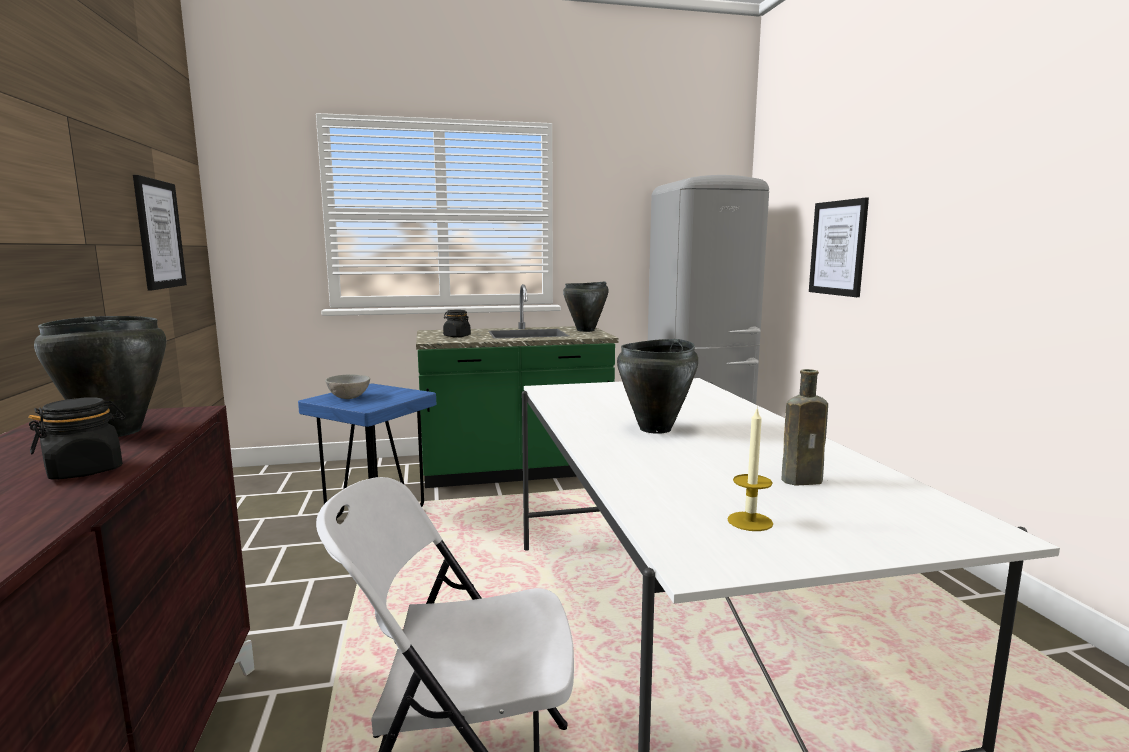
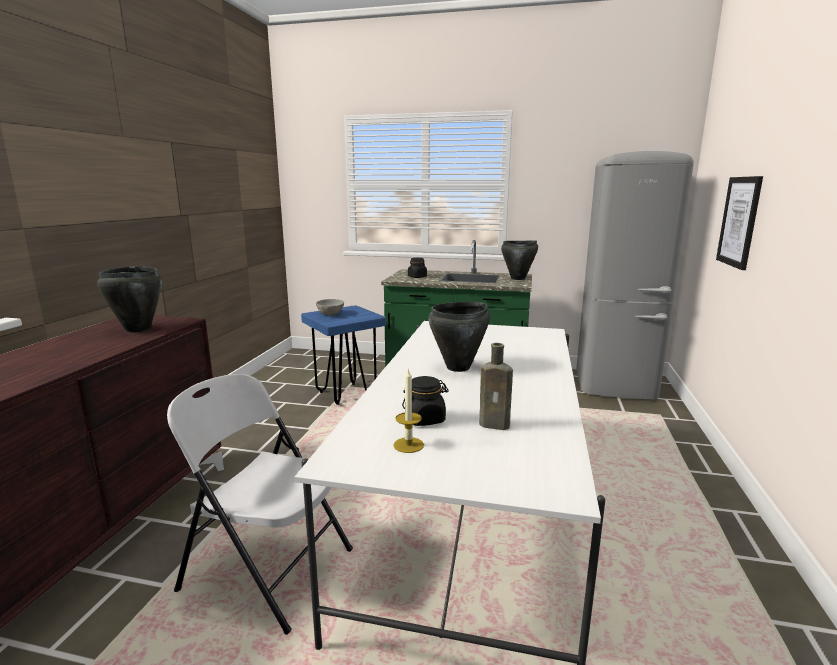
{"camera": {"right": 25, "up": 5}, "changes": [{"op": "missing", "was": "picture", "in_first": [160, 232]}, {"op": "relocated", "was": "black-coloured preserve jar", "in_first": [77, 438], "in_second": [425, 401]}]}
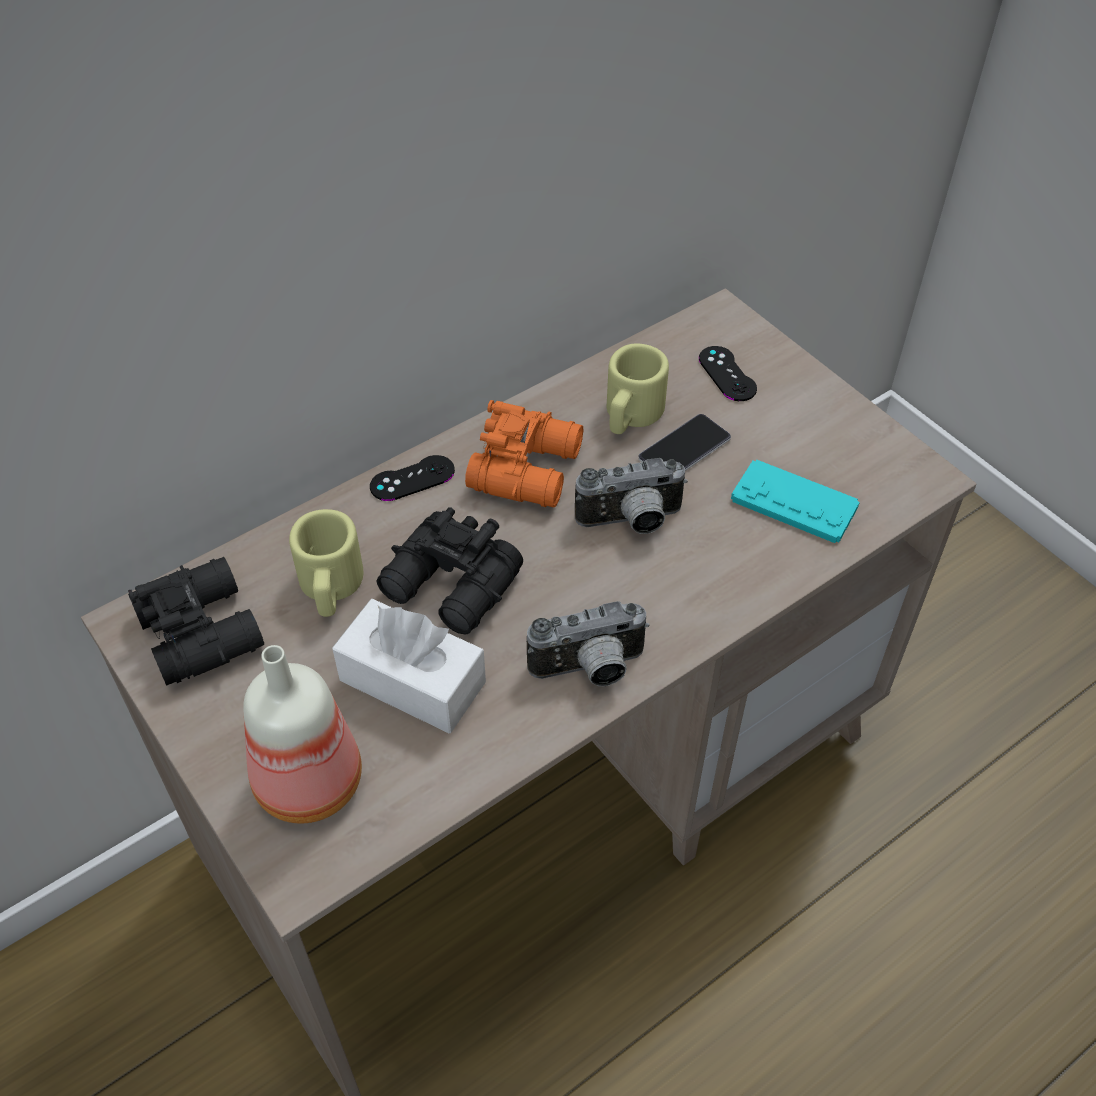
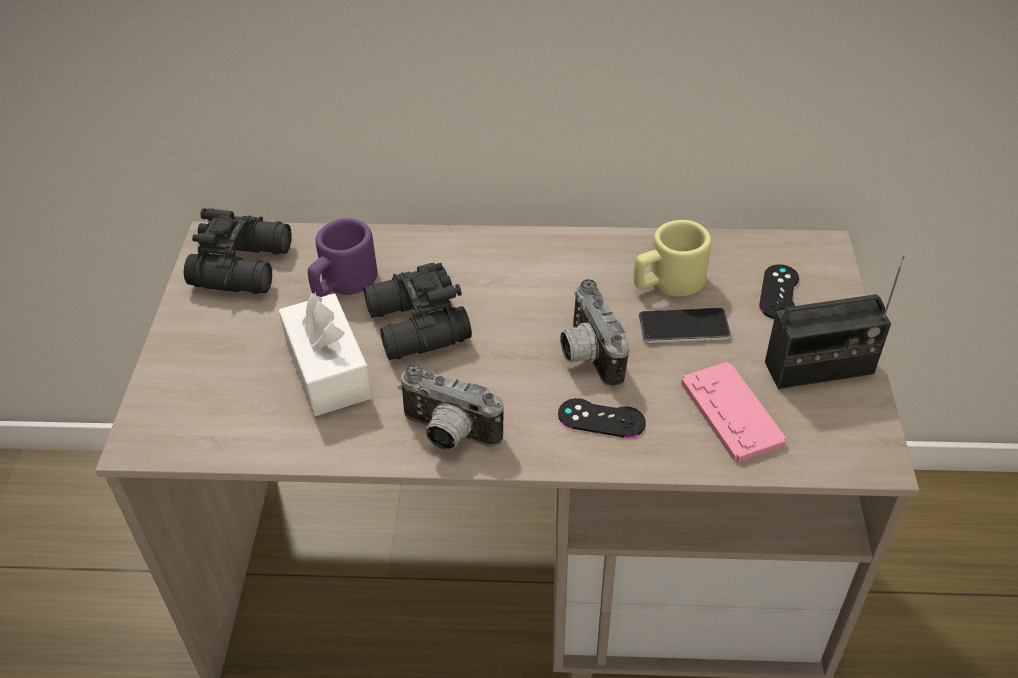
{"camera": {"right": 40, "up": -5}, "changes": [{"op": "missing", "was": "orange pair of binoculars", "in_first": [524, 453]}, {"op": "relocated", "was": "black-coloured joypad", "in_first": [412, 478], "in_second": [602, 418]}, {"op": "spun", "was": "photo camera", "in_first": [631, 496], "in_second": [594, 333], "clockwise": 45}, {"op": "colour", "was": "turquoise joypad", "now": "pink-coloured joypad", "in_first": [795, 501], "in_second": [733, 412]}, {"op": "colour", "was": "beige coffee mug", "now": "purple-coloured coffee mug", "in_first": [326, 563], "in_second": [343, 257]}, {"op": "missing", "was": "bottle", "in_first": [302, 734]}, {"op": "appeared", "now": "radio set", "in_second": [835, 322]}]}
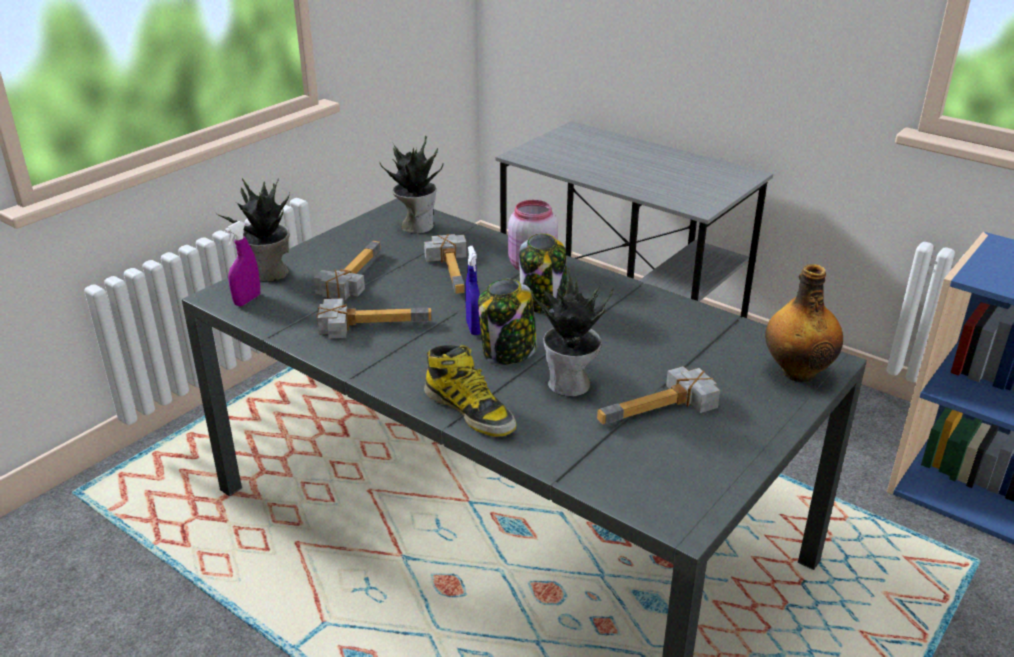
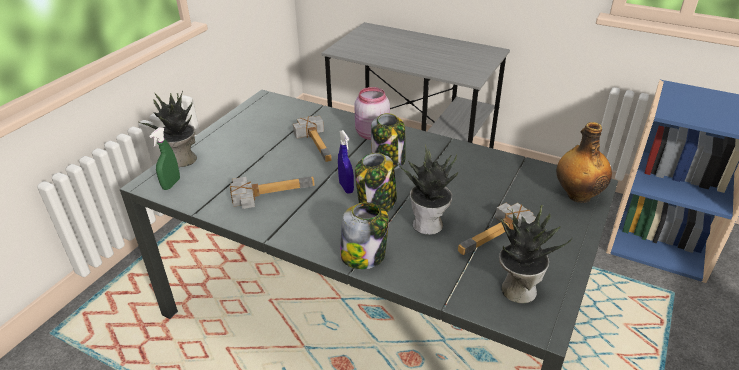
{"camera": {"right": -10, "up": 5}, "changes": [{"op": "relocated", "was": "plant in a pot", "in_first": [412, 185], "in_second": [535, 254]}, {"op": "colour", "was": "purple-coloured sprayer", "now": "green sprayer", "in_first": [242, 263], "in_second": [164, 158]}, {"op": "missing", "was": "hammer", "in_first": [347, 271]}, {"op": "exchanged", "was": "tall boot", "now": "preserve jar", "in_first": [470, 391], "in_second": [364, 235]}]}
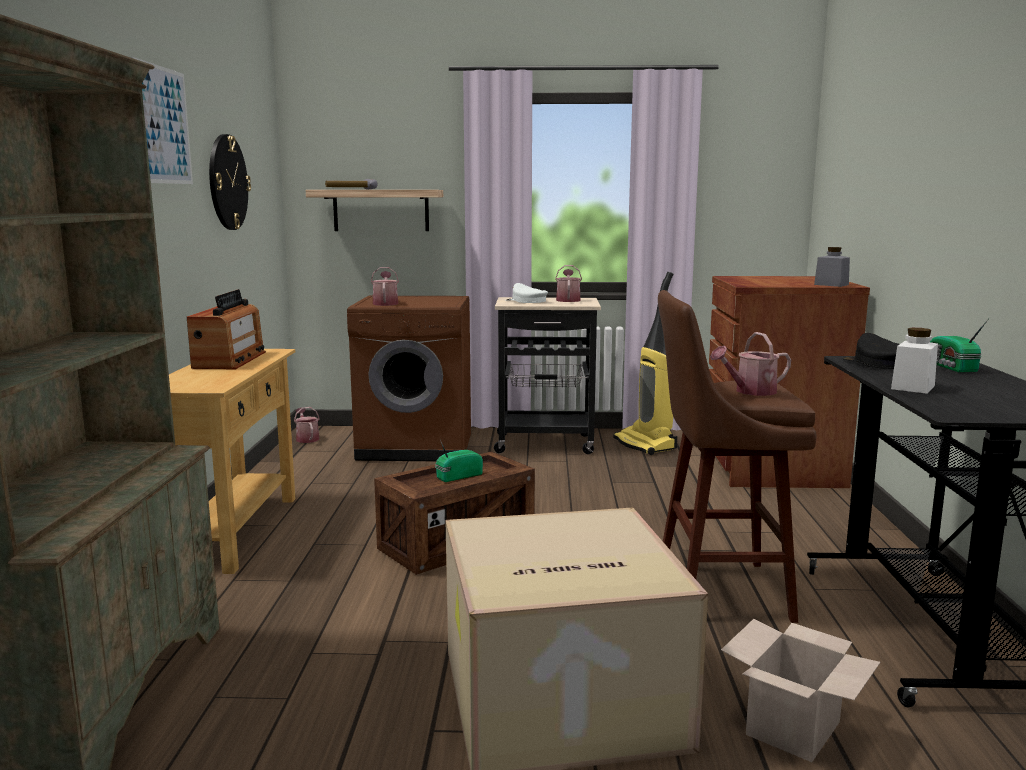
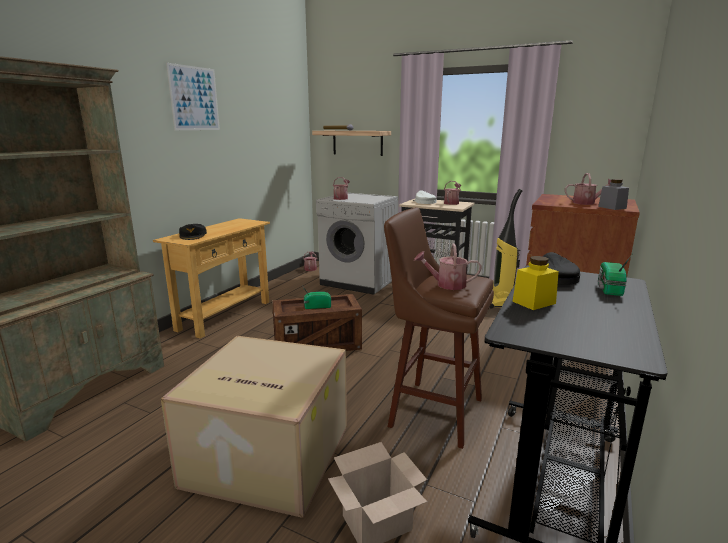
{"camera": {"right": 25, "up": 5}, "changes": [{"op": "missing", "was": "wall clock", "in_first": [230, 182]}, {"op": "missing", "was": "radio set", "in_first": [226, 329]}, {"op": "colour", "was": "brownish laundry appliance", "now": "whitish laundry appliance", "in_first": [409, 378], "in_second": [357, 244]}, {"op": "colour", "was": "whitish preserve jar", "now": "yellowish preserve jar", "in_first": [914, 361], "in_second": [535, 283]}, {"op": "appeared", "now": "watering can", "in_second": [588, 189]}, {"op": "appeared", "now": "black-coloured cap", "in_second": [193, 232]}]}
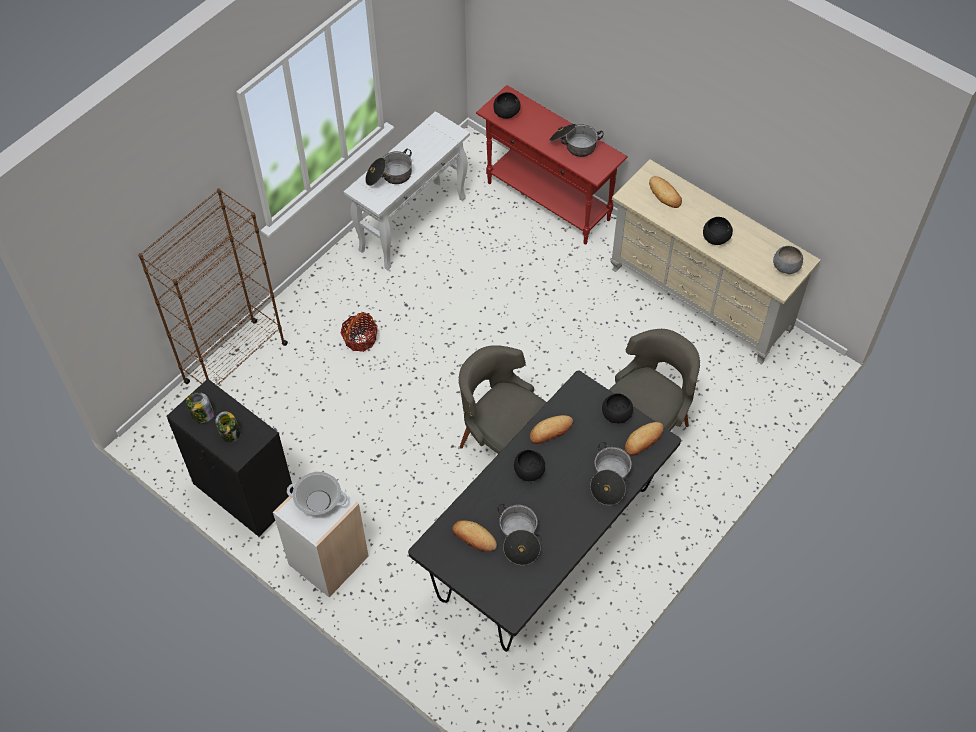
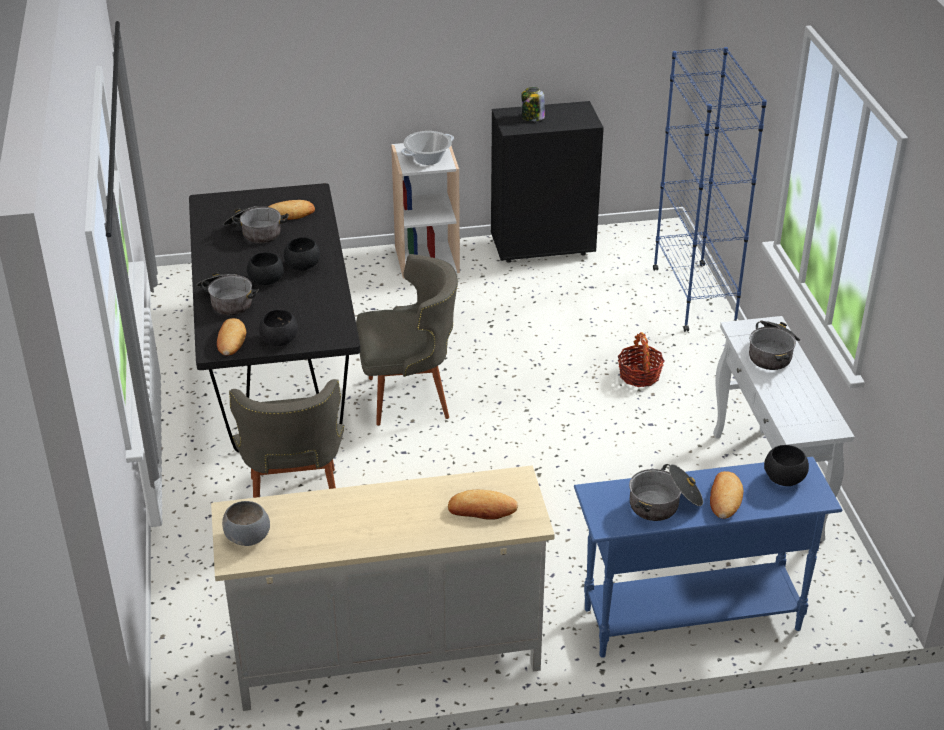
{"camera": {"right": 130, "up": -20}, "changes": [{"op": "colour", "was": "reddish console table", "now": "blue console table", "in_first": [552, 164], "in_second": [708, 557]}, {"op": "colour", "was": "brownish bookshelf", "now": "blue bookshelf", "in_first": [213, 287], "in_second": [710, 189]}, {"op": "relocated", "was": "black-coloured deep dish", "in_first": [718, 231], "in_second": [265, 268]}, {"op": "missing", "was": "preserve jar", "in_first": [200, 407]}, {"op": "relocated", "was": "bread", "in_first": [551, 429], "in_second": [726, 495]}]}
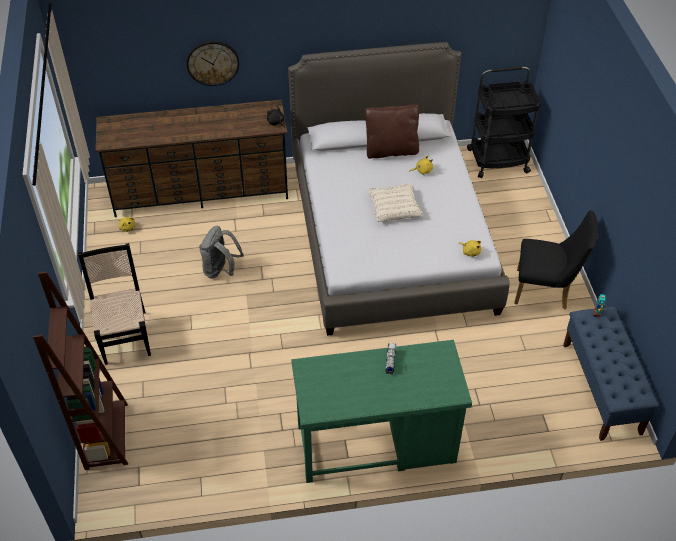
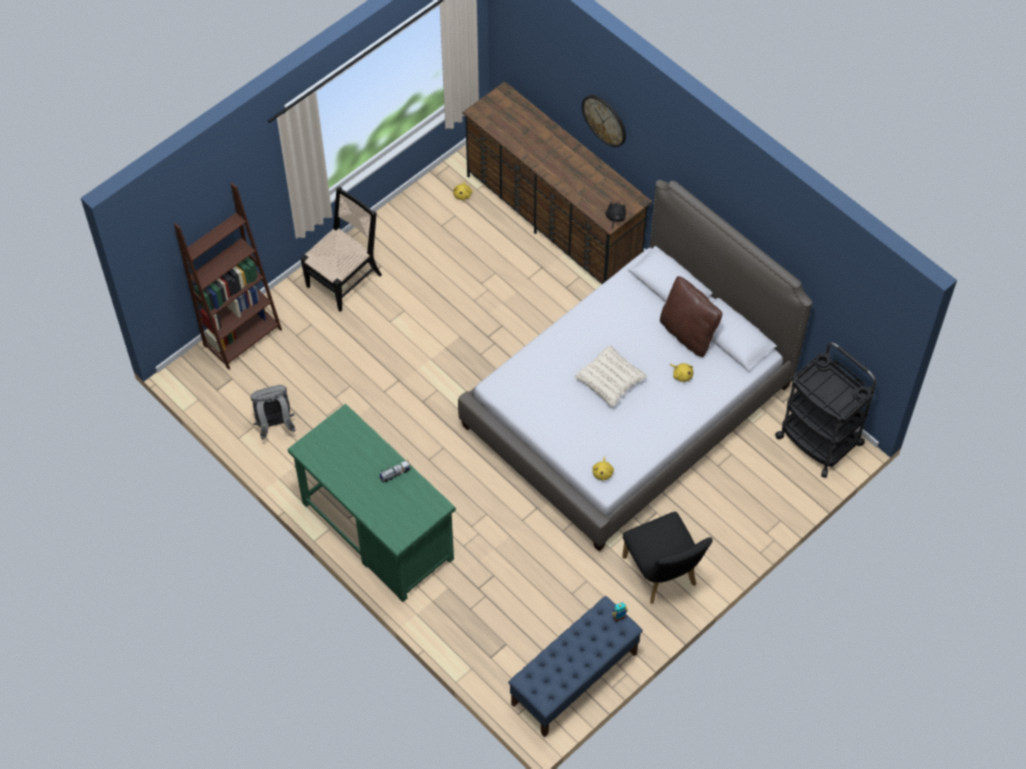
{"camera": {"right": 55, "up": 10}, "changes": [{"op": "relocated", "was": "grey knapsack", "in_first": [221, 252], "in_second": [273, 412]}]}
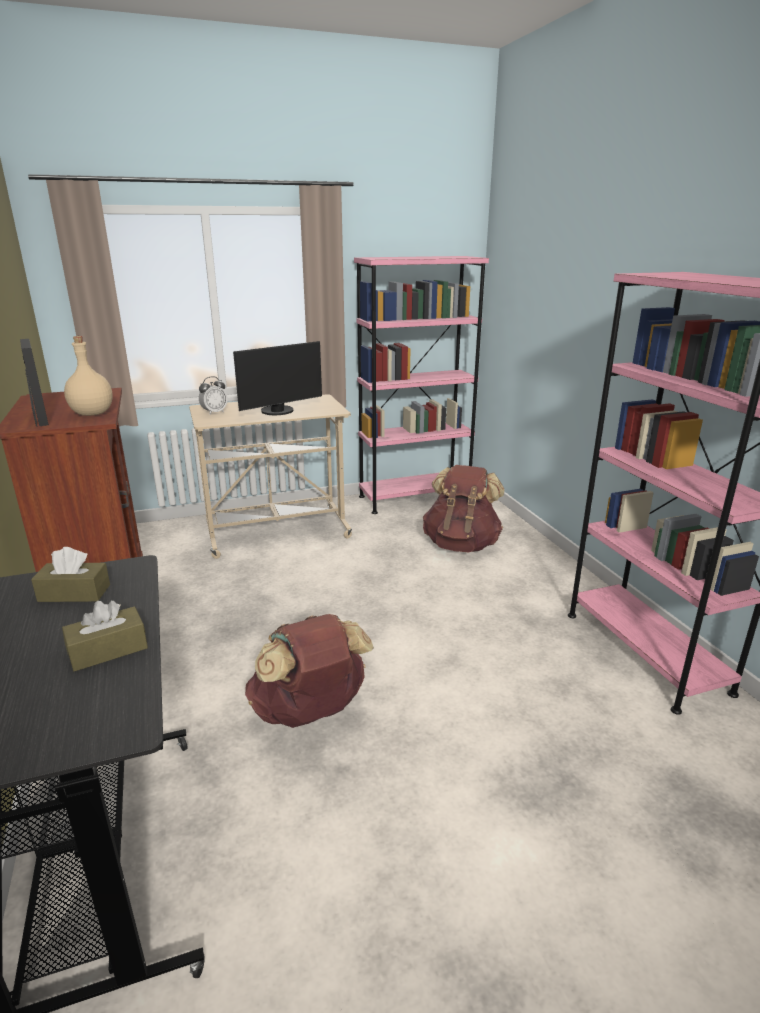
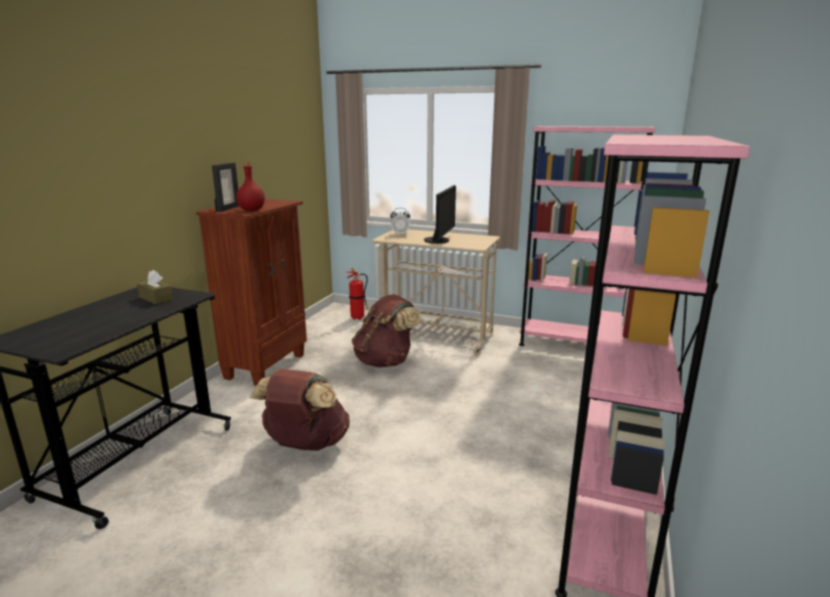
{"camera": {"right": 40, "up": -5}, "changes": [{"op": "colour", "was": "beige bottle", "now": "reddish bottle", "in_first": [88, 376], "in_second": [250, 186]}, {"op": "spun", "was": "monitor", "in_first": [277, 378], "in_second": [440, 214], "clockwise": -75}, {"op": "relocated", "was": "brownish knapsack", "in_first": [463, 508], "in_second": [386, 331]}, {"op": "missing", "was": "brownish box of tissues", "in_first": [105, 636]}, {"op": "appeared", "now": "fire extinguisher", "in_second": [358, 293]}]}
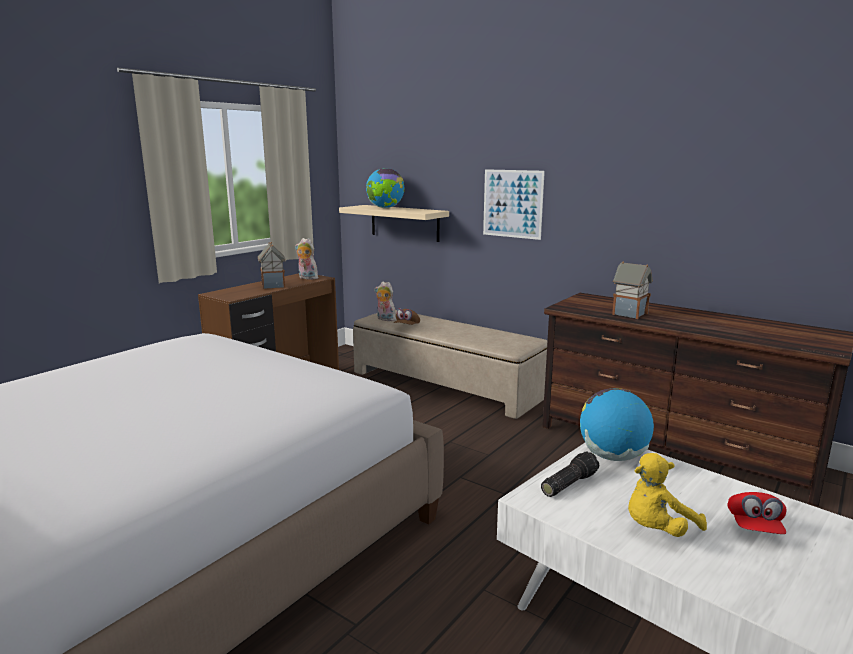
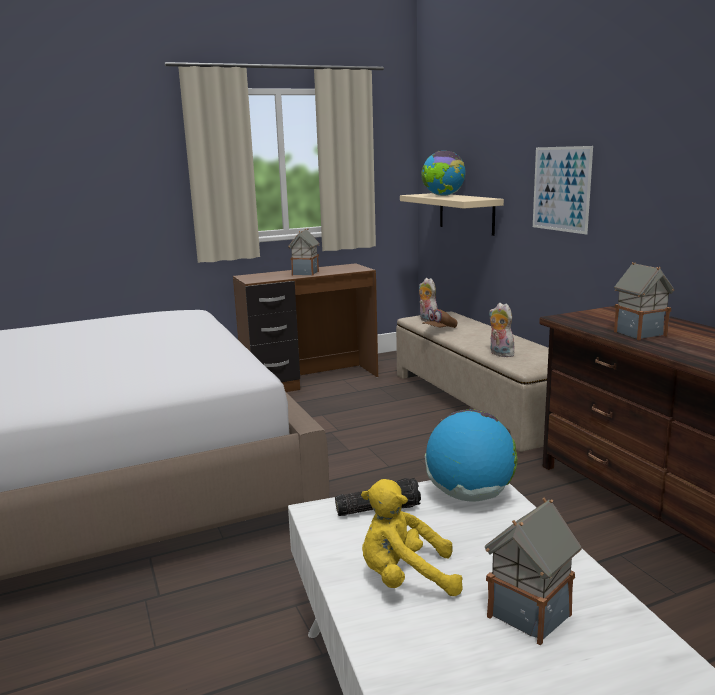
{"camera": {"right": 30, "up": 0}, "changes": [{"op": "relocated", "was": "soft toy", "in_first": [306, 259], "in_second": [501, 330]}, {"op": "exchanged", "was": "reddish cap", "now": "miniature house", "in_first": [757, 513], "in_second": [533, 572]}]}
